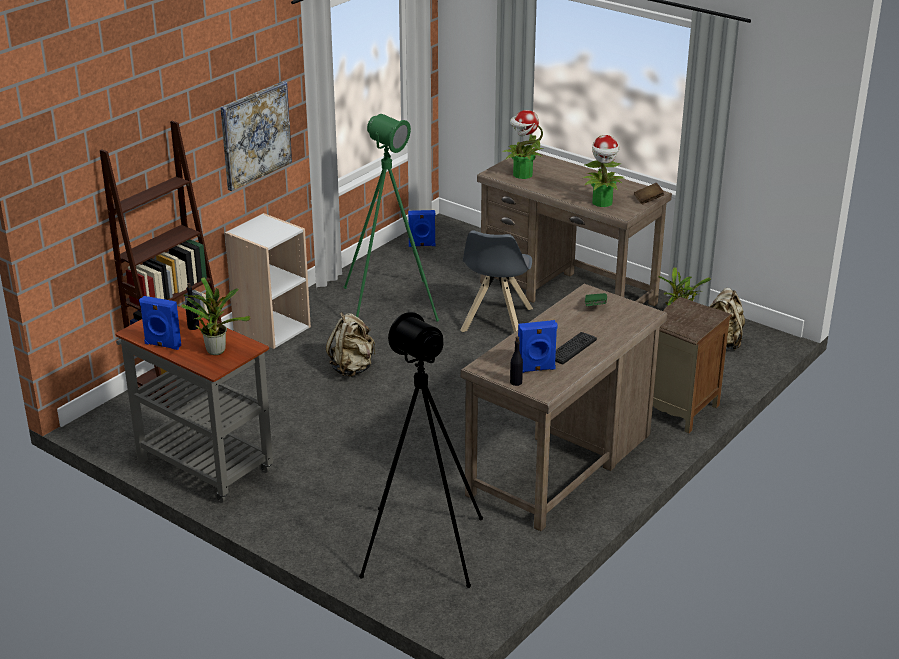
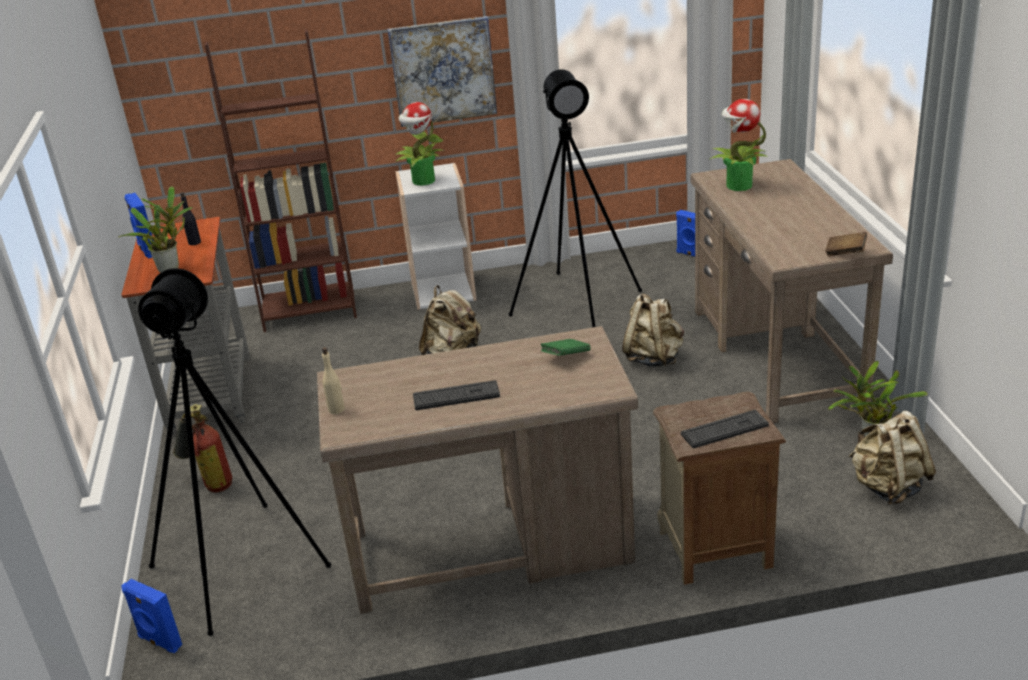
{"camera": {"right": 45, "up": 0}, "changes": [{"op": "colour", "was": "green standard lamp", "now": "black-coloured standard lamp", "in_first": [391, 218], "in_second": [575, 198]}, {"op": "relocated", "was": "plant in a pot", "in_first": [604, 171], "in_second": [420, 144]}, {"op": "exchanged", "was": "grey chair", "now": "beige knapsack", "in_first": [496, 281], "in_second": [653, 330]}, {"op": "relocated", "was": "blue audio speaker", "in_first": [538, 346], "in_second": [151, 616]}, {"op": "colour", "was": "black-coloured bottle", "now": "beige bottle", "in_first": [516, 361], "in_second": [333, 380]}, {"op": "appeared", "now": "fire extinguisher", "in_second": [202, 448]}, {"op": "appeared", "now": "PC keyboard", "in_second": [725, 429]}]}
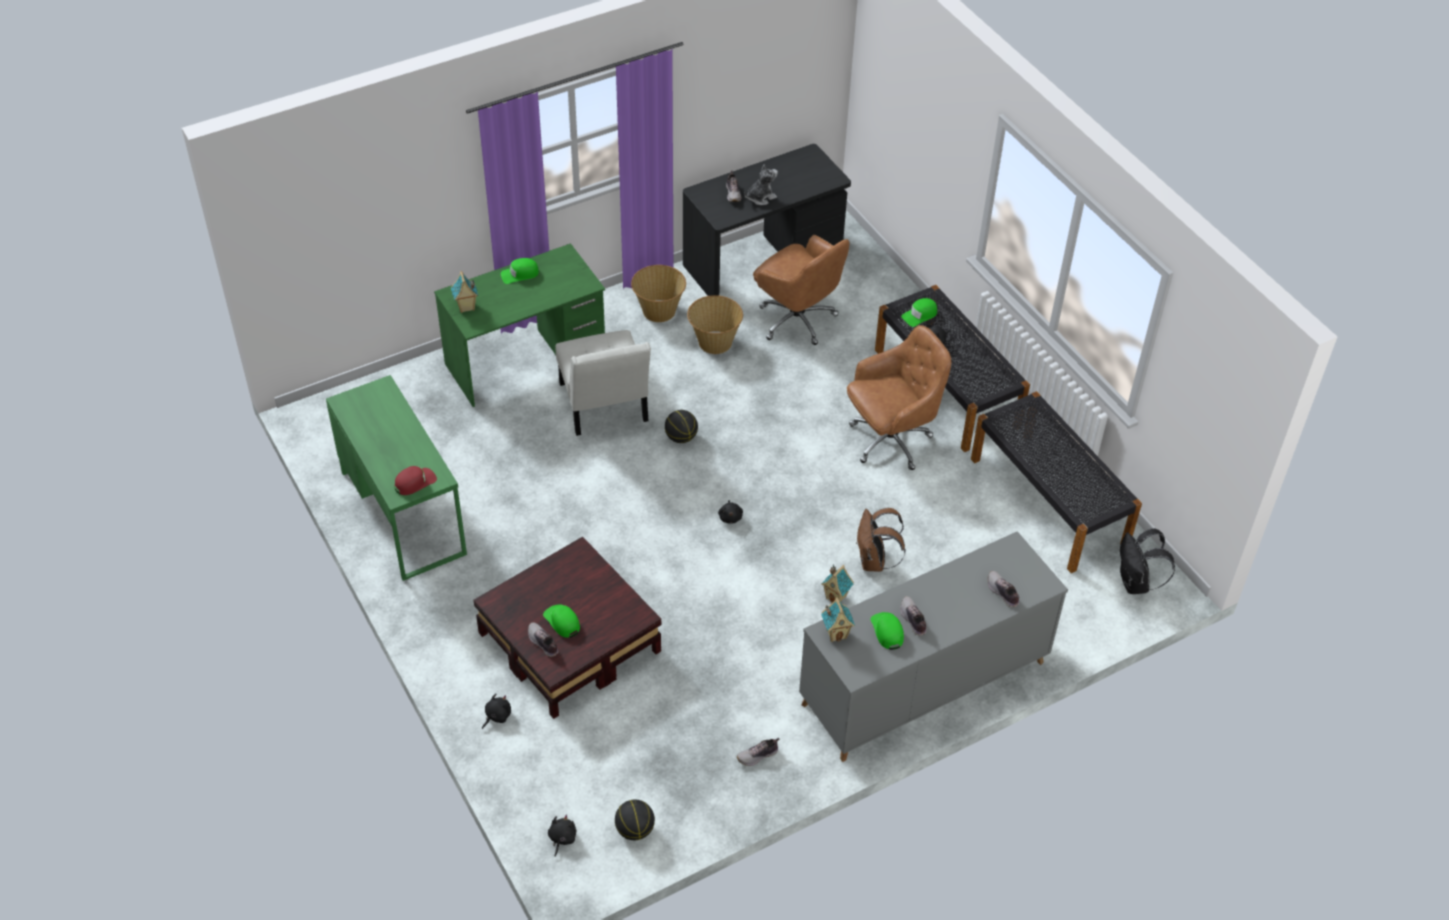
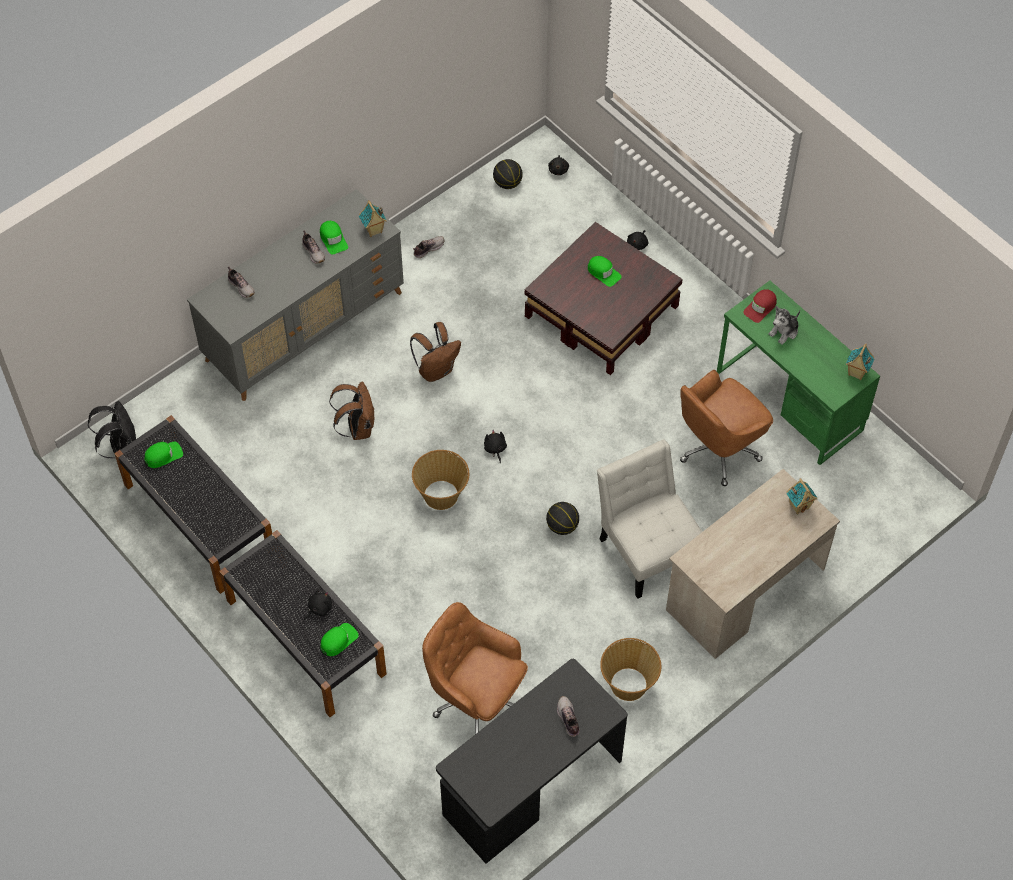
{"camera": {"right": 170, "up": 10}, "changes": [{"op": "relocated", "was": "soft toy", "in_first": [761, 184], "in_second": [784, 325]}, {"op": "colour", "was": "green desk table", "now": "beige desk table", "in_first": [519, 325], "in_second": [753, 564]}, {"op": "relocated", "was": "green cap", "in_first": [520, 271], "in_second": [163, 455]}, {"op": "relocated", "was": "basket", "in_first": [715, 324], "in_second": [440, 480]}, {"op": "relocated", "was": "brownish computer chair", "in_first": [899, 397], "in_second": [726, 428]}, {"op": "relocated", "was": "miniature house", "in_first": [837, 583], "in_second": [860, 362]}, {"op": "missing", "was": "item of footwear", "in_first": [543, 639]}, {"op": "appeared", "now": "brownish knapsack", "in_second": [435, 352]}]}
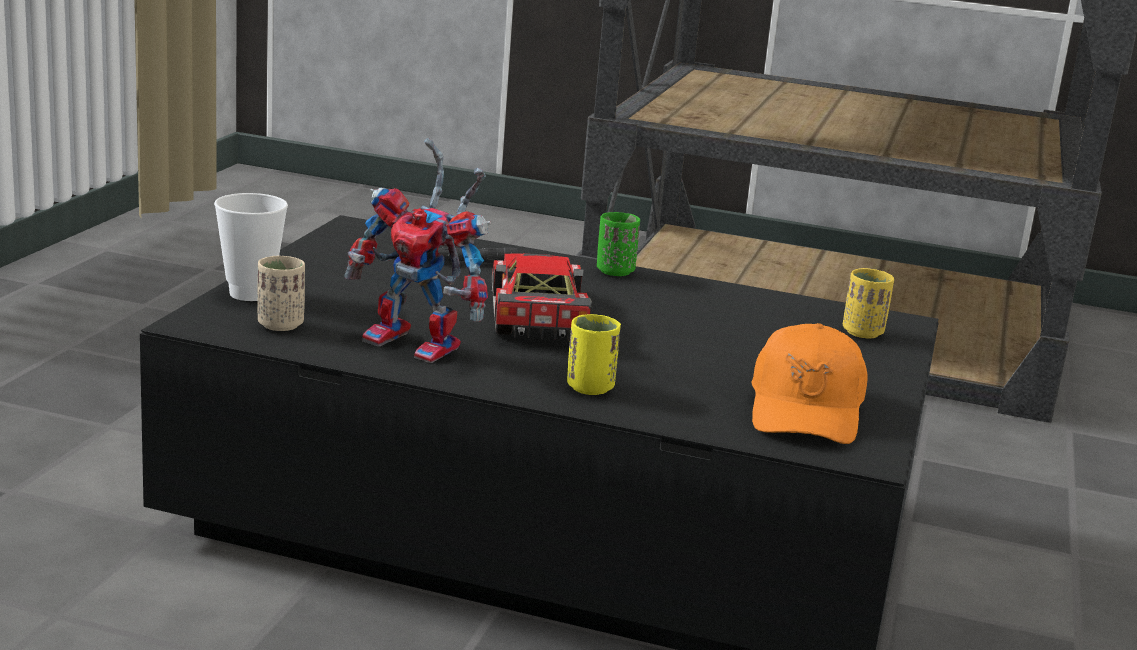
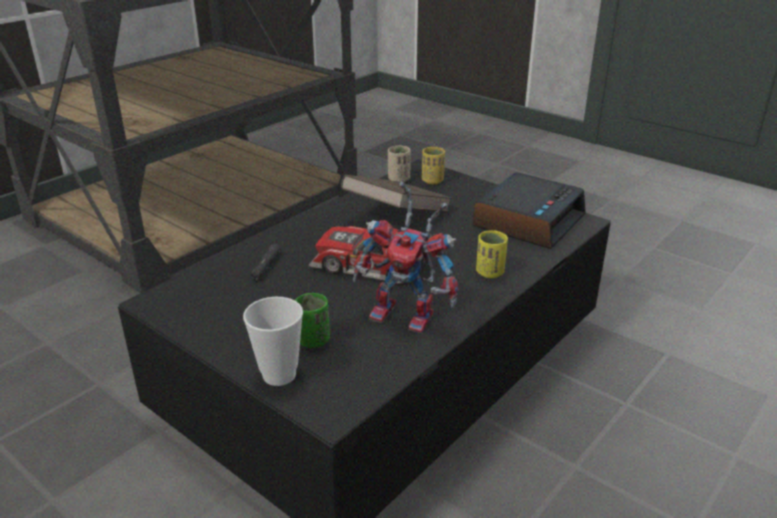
{"camera": {"right": -65, "up": 10}, "changes": [{"op": "spun", "was": "robot figure", "in_first": [417, 250], "in_second": [406, 257], "clockwise": 60}, {"op": "relocated", "was": "green drinking cup", "in_first": [618, 244], "in_second": [312, 320]}, {"op": "relocated", "was": "beige drinking cup", "in_first": [281, 293], "in_second": [399, 163]}, {"op": "exchanged", "was": "orange cap", "now": "table clock", "in_first": [809, 383], "in_second": [529, 210]}, {"op": "appeared", "now": "brownish volume", "in_second": [396, 193]}]}
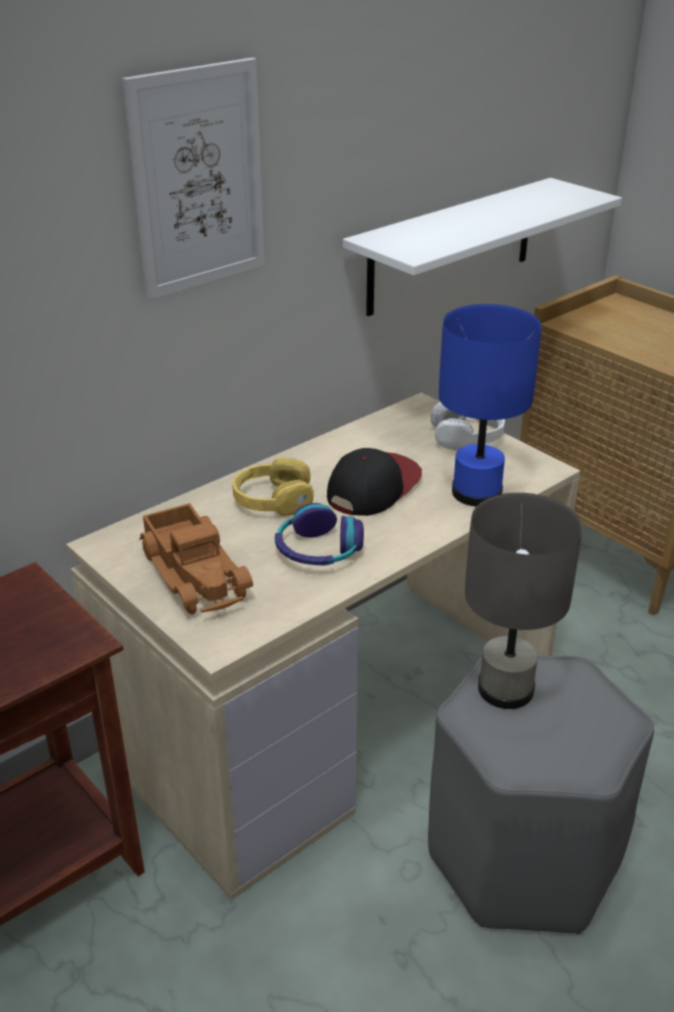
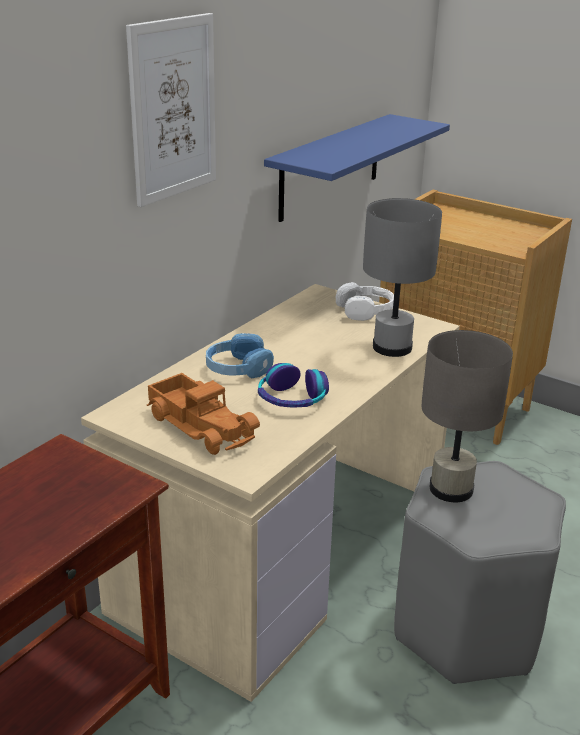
{"camera": {"right": -15, "up": -5}, "changes": [{"op": "colour", "was": "whitish shelf", "now": "blue shelf", "in_first": [482, 247], "in_second": [357, 168]}, {"op": "colour", "was": "blue tabletop lamp", "now": "grey tabletop lamp", "in_first": [490, 405], "in_second": [402, 277]}, {"op": "missing", "was": "cap", "in_first": [374, 482]}, {"op": "colour", "was": "yellowish headphones", "now": "blue headphones", "in_first": [273, 486], "in_second": [240, 355]}]}
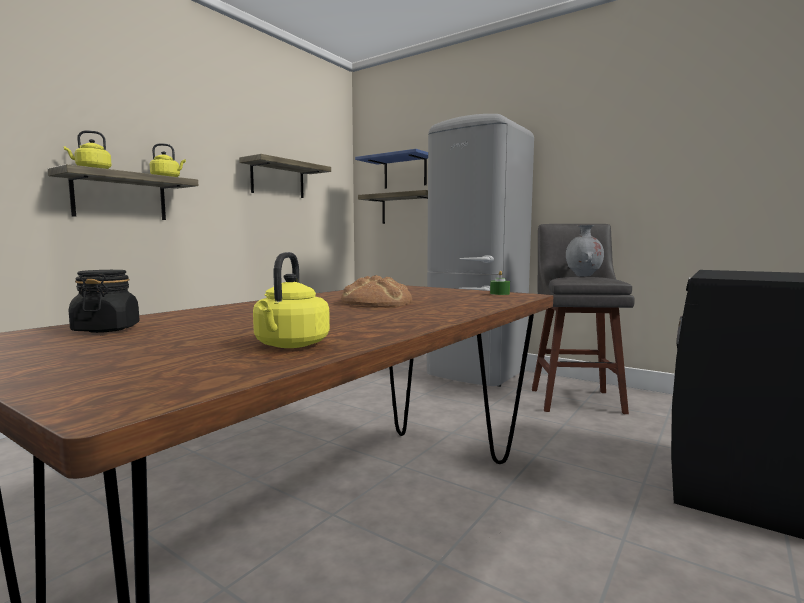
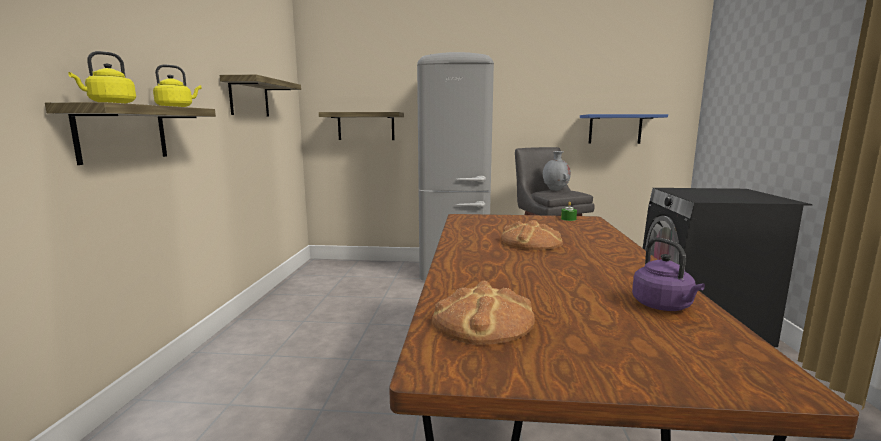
{"camera": {"right": -30, "up": 5}, "changes": [{"op": "relocated", "was": "blue shelf", "in_first": [391, 169], "in_second": [624, 129]}, {"op": "colour", "was": "yellowish water kettle", "now": "purple-coloured water kettle", "in_first": [291, 300], "in_second": [668, 274]}, {"op": "exchanged", "was": "black-coloured preserve jar", "now": "bread", "in_first": [104, 301], "in_second": [483, 312]}]}
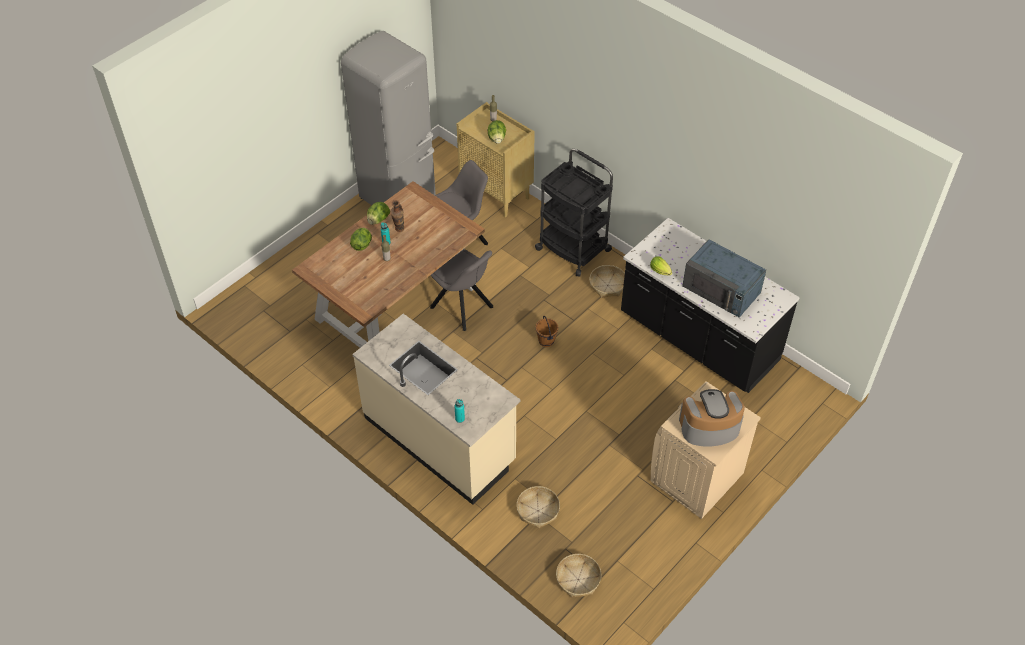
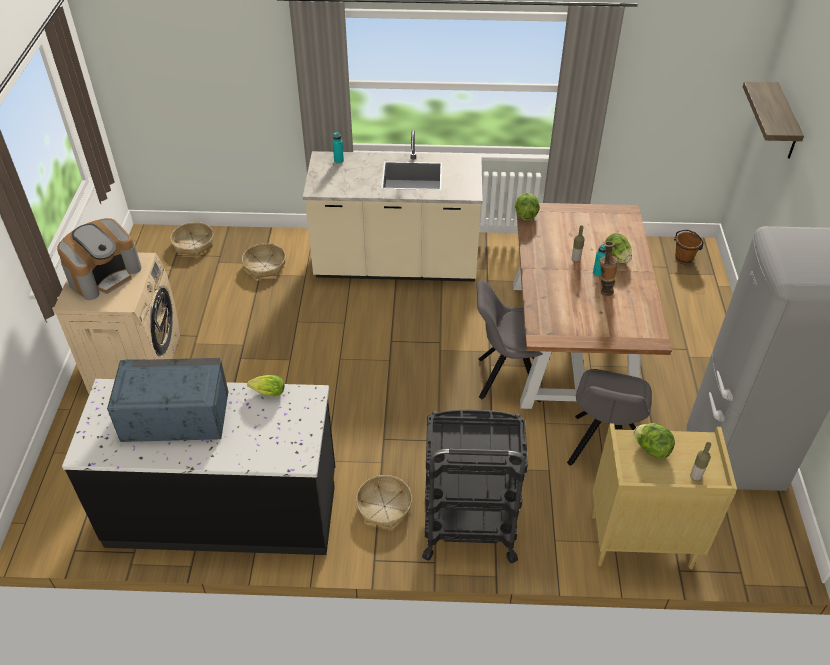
{"camera": {"right": 140, "up": -5}, "changes": [{"op": "relocated", "was": "lettuce", "in_first": [378, 213], "in_second": [527, 207]}, {"op": "relocated", "was": "brownish pail", "in_first": [546, 331], "in_second": [689, 247]}, {"op": "appeared", "now": "shelf", "in_second": [773, 120]}]}
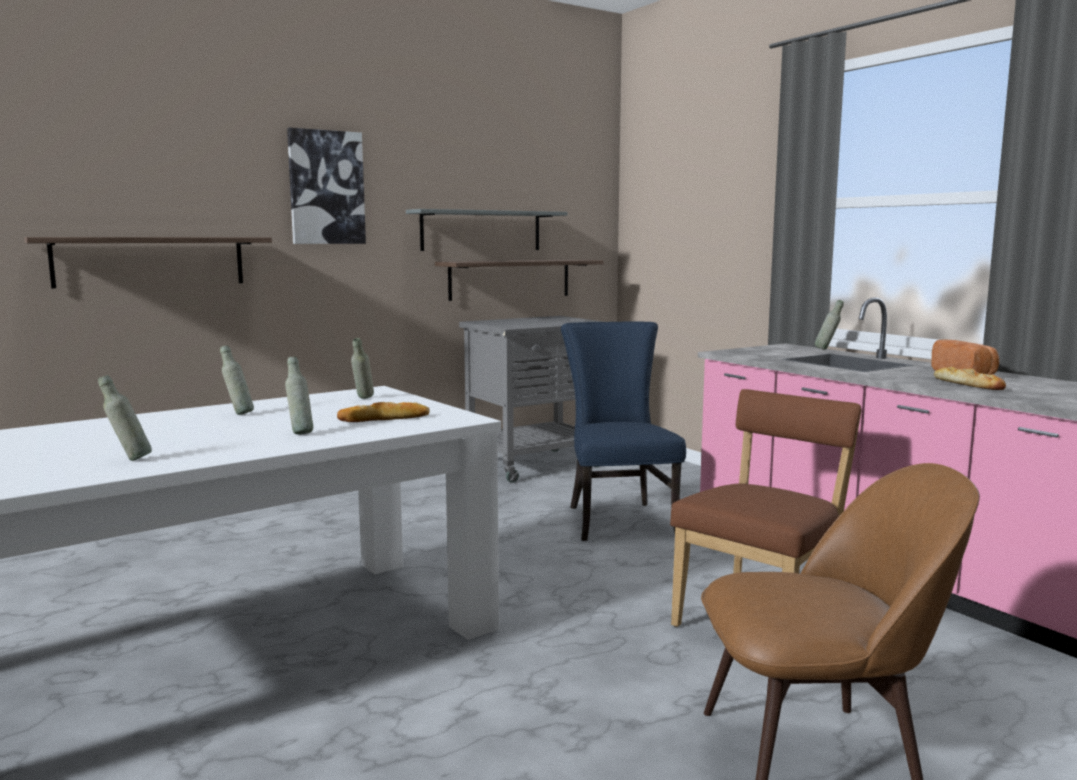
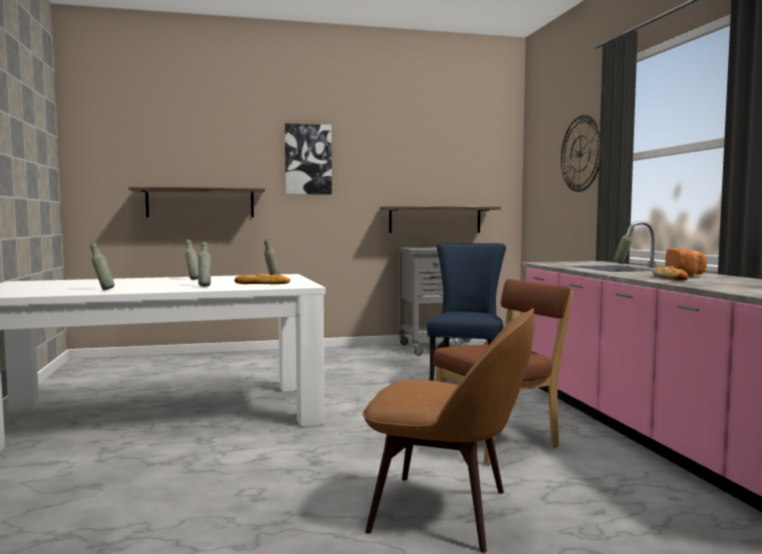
{"camera": {"right": 20, "up": -5}, "changes": [{"op": "missing", "was": "grey shelf", "in_first": [487, 230]}, {"op": "appeared", "now": "wall clock", "in_second": [580, 153]}]}
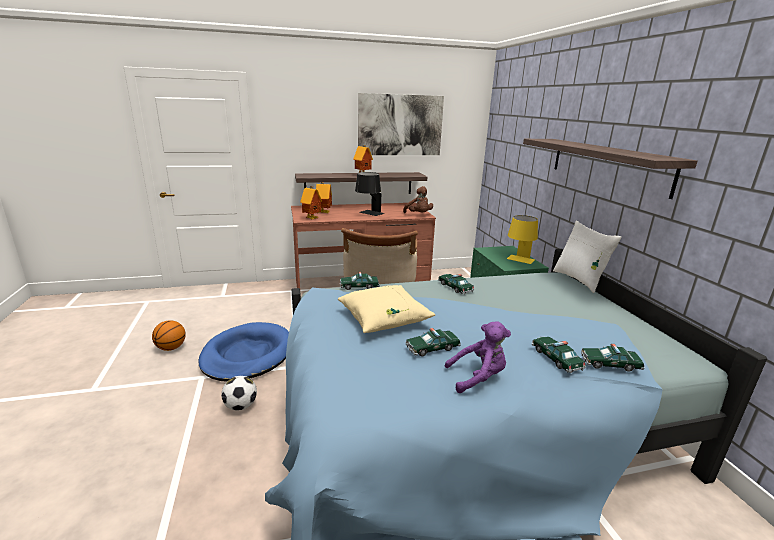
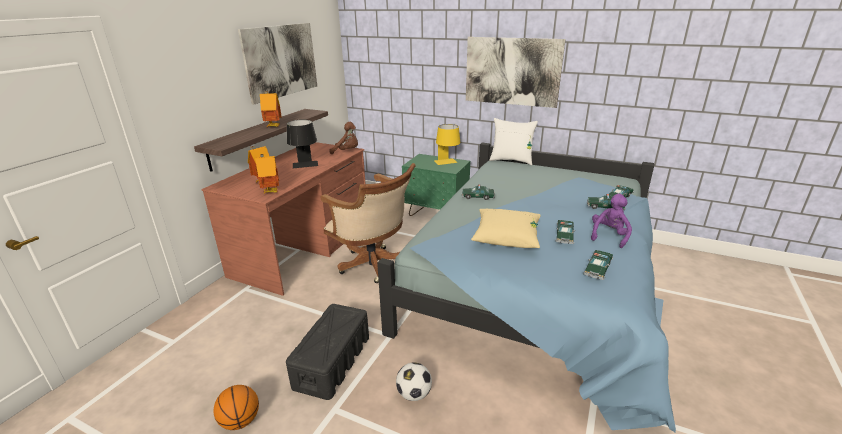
{"camera": {"right": -50, "up": 5}, "changes": [{"op": "exchanged", "was": "shelf", "now": "picture", "in_first": [610, 169], "in_second": [516, 72]}, {"op": "relocated", "was": "model car", "in_first": [359, 281], "in_second": [598, 265]}, {"op": "exchanged", "was": "blue pet bed", "now": "black-coloured storage container", "in_first": [243, 351], "in_second": [327, 352]}]}
